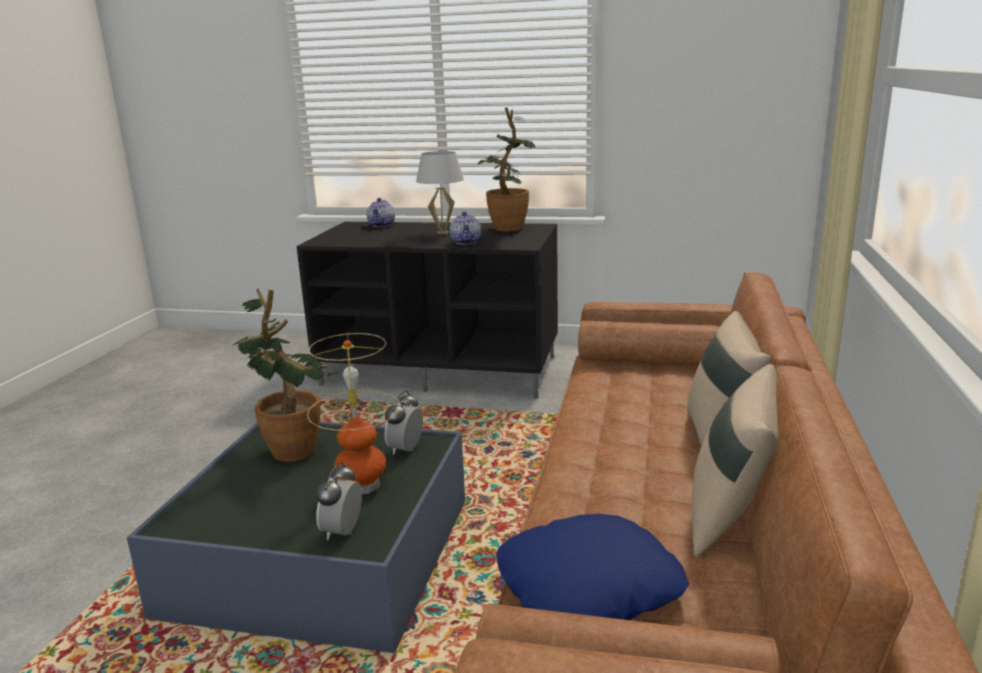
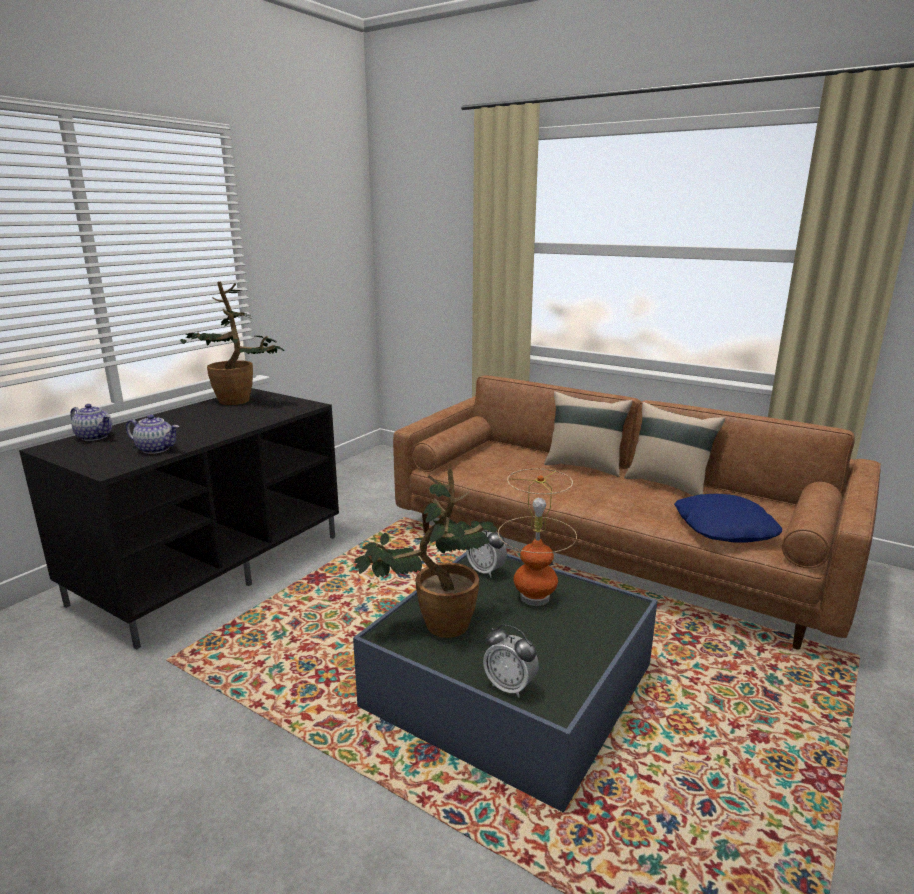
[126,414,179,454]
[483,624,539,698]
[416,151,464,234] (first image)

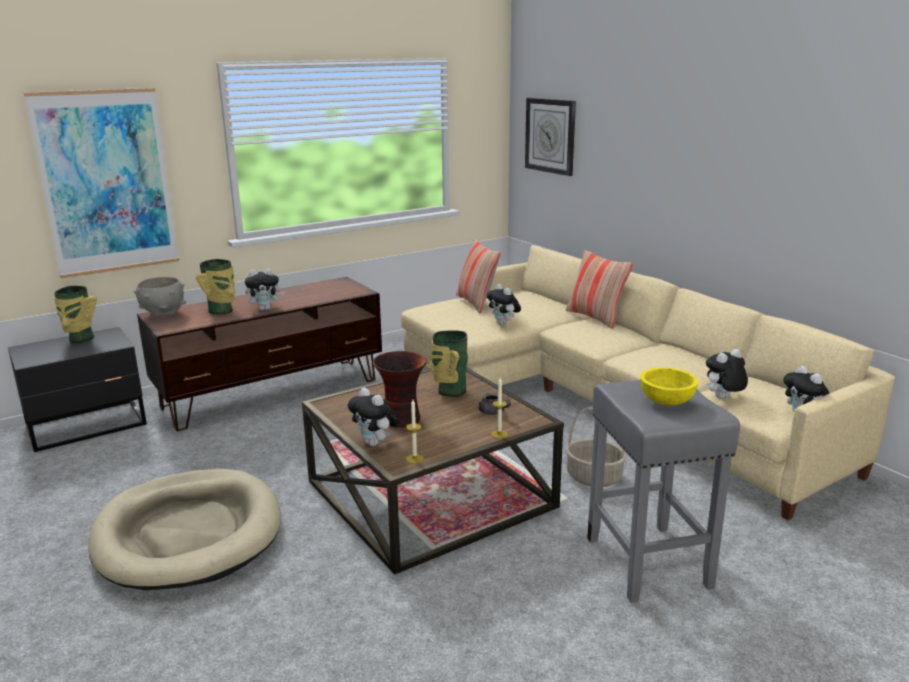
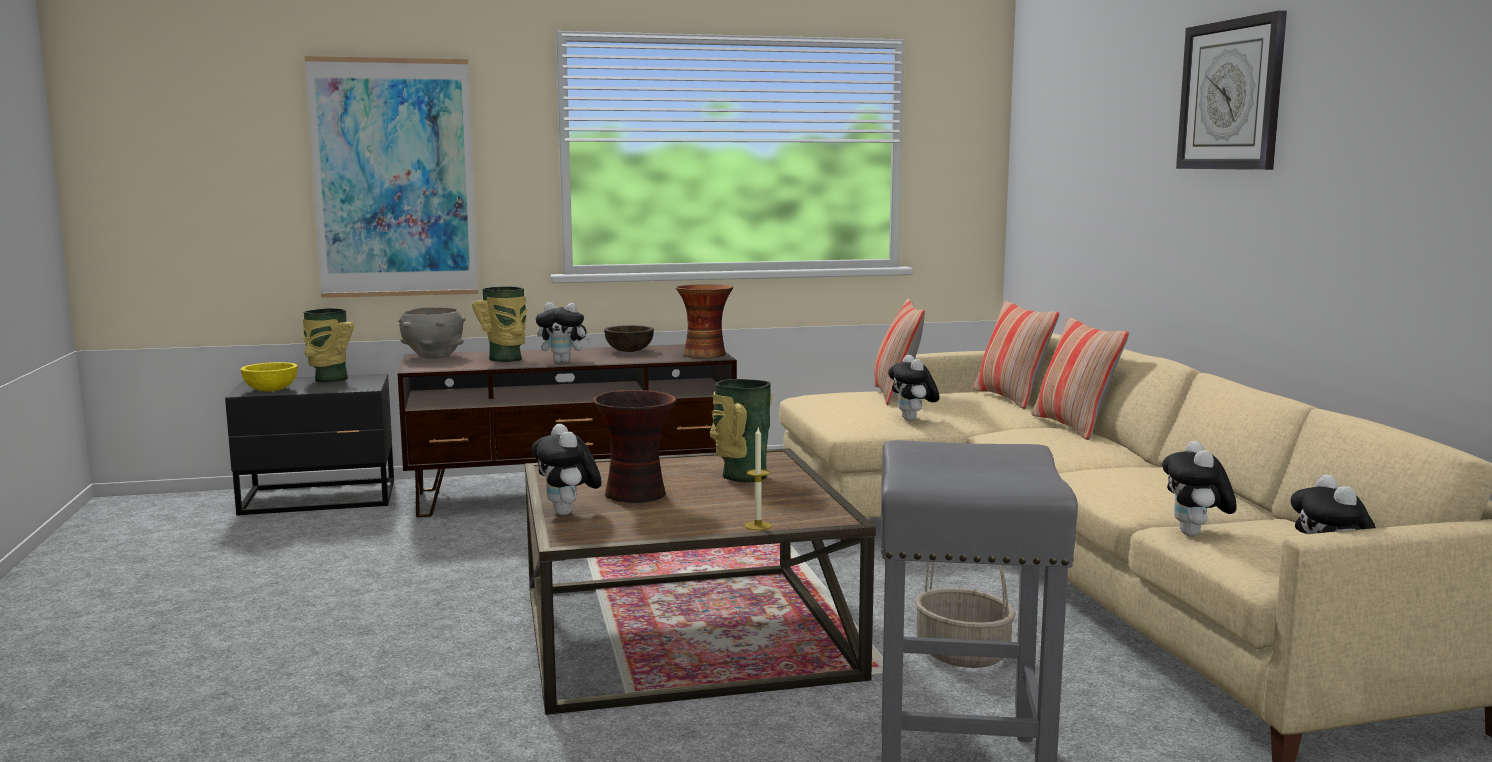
[241,362,297,392]
[604,325,654,352]
[676,284,733,358]
[973,301,1060,409]
[1162,441,1237,536]
[1176,11,1287,170]
[88,469,281,590] (first image)
[406,400,424,464] (first image)
[479,393,511,415] (first image)

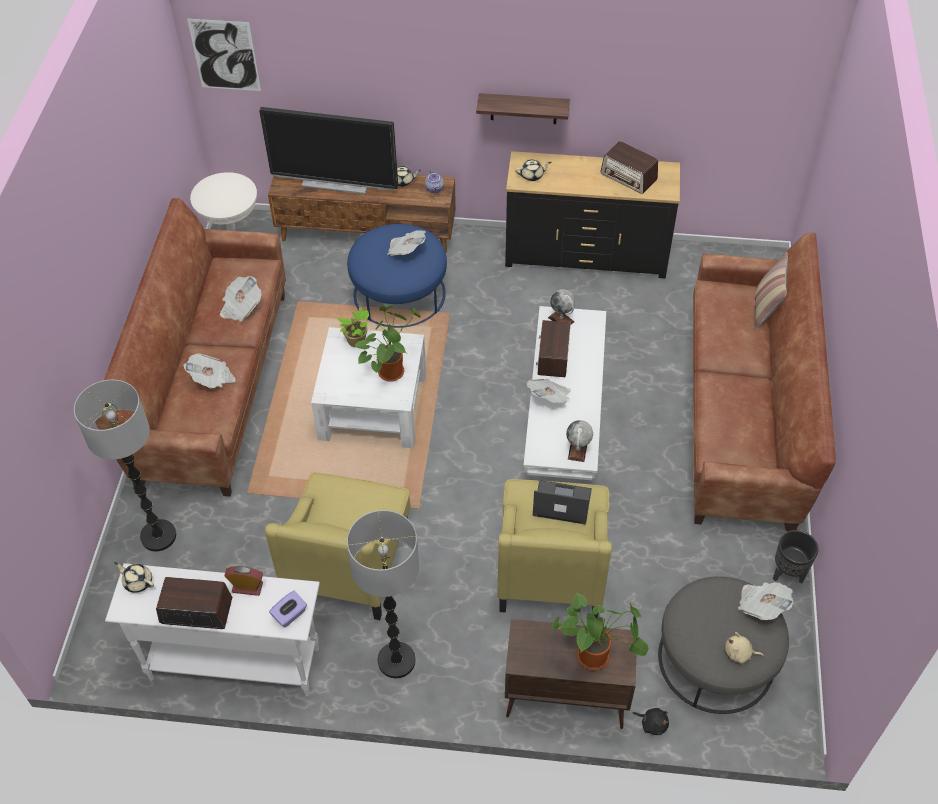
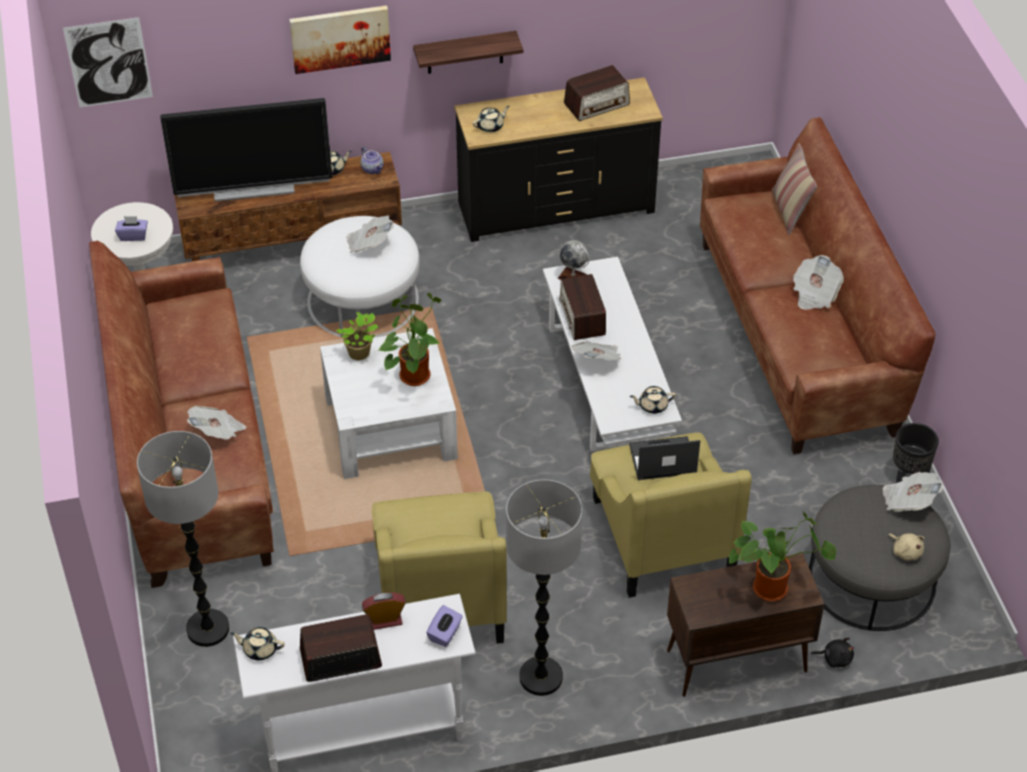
[115,216,148,241]
[289,5,391,74]
[300,216,420,338]
[564,65,630,121]
[630,386,676,414]
[793,255,844,310]
[888,533,924,561]

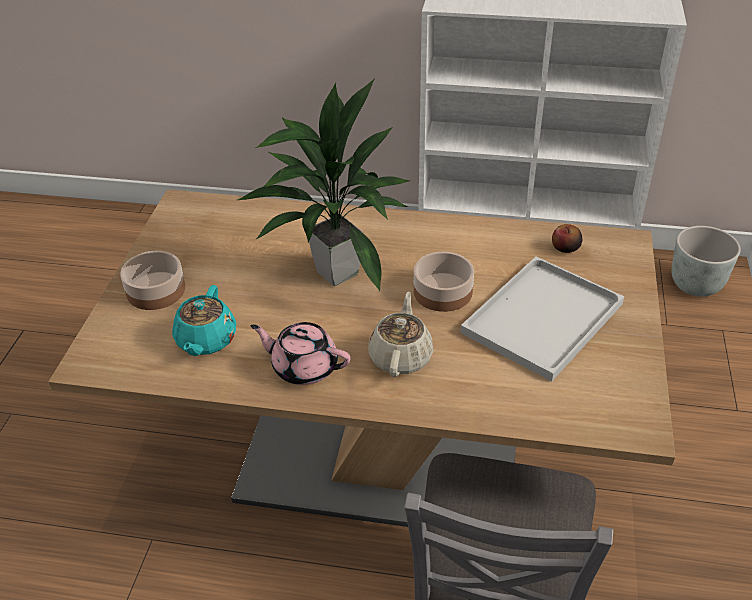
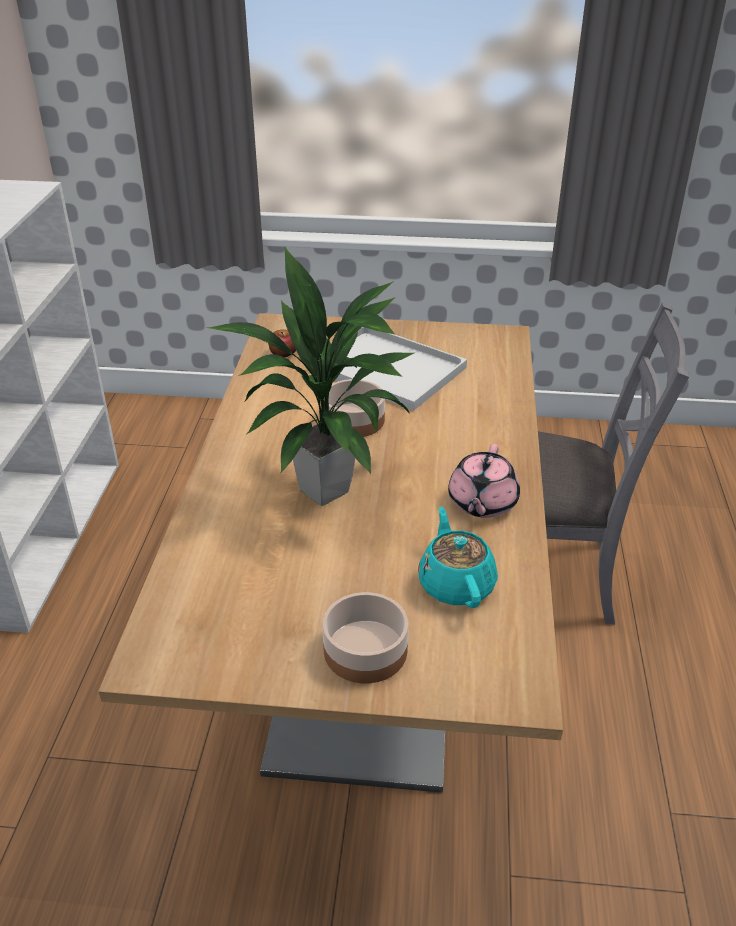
[418,506,498,608]
[368,292,433,377] (first image)
[671,226,741,297] (first image)

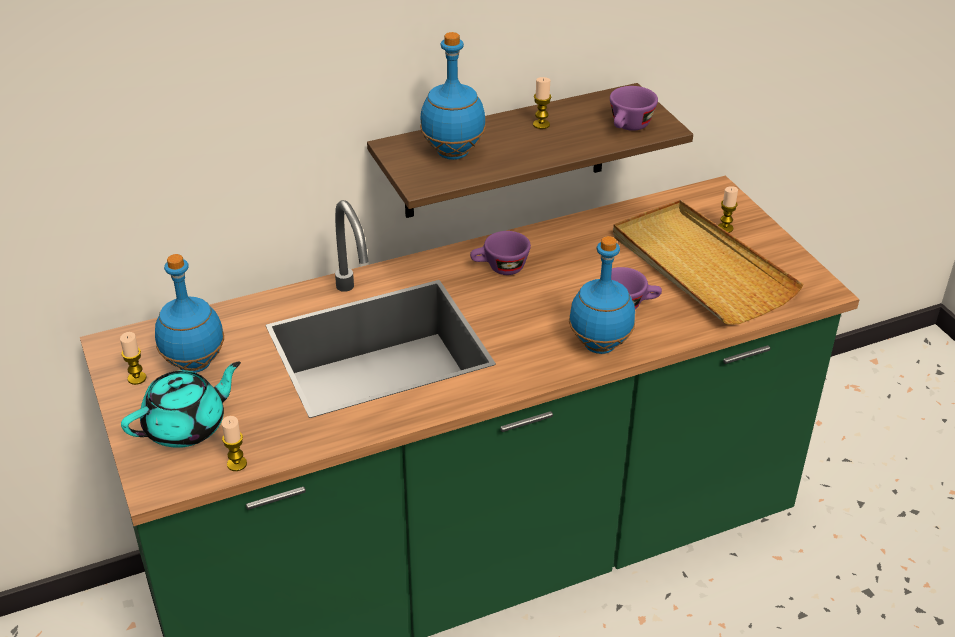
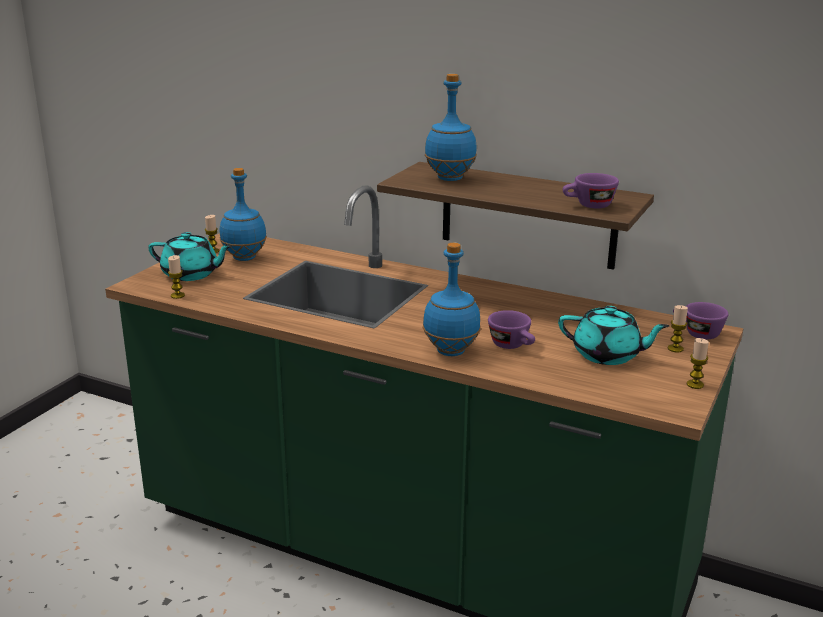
[558,306,669,365]
[673,302,728,339]
[687,338,709,389]

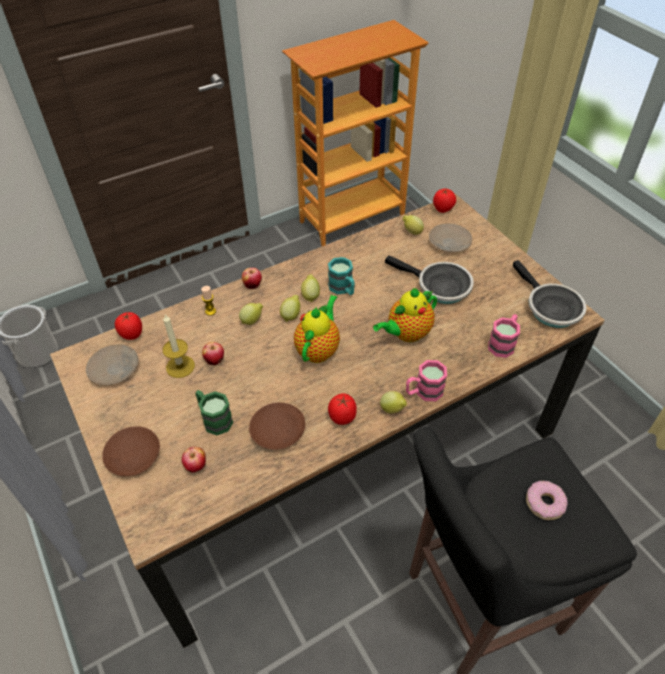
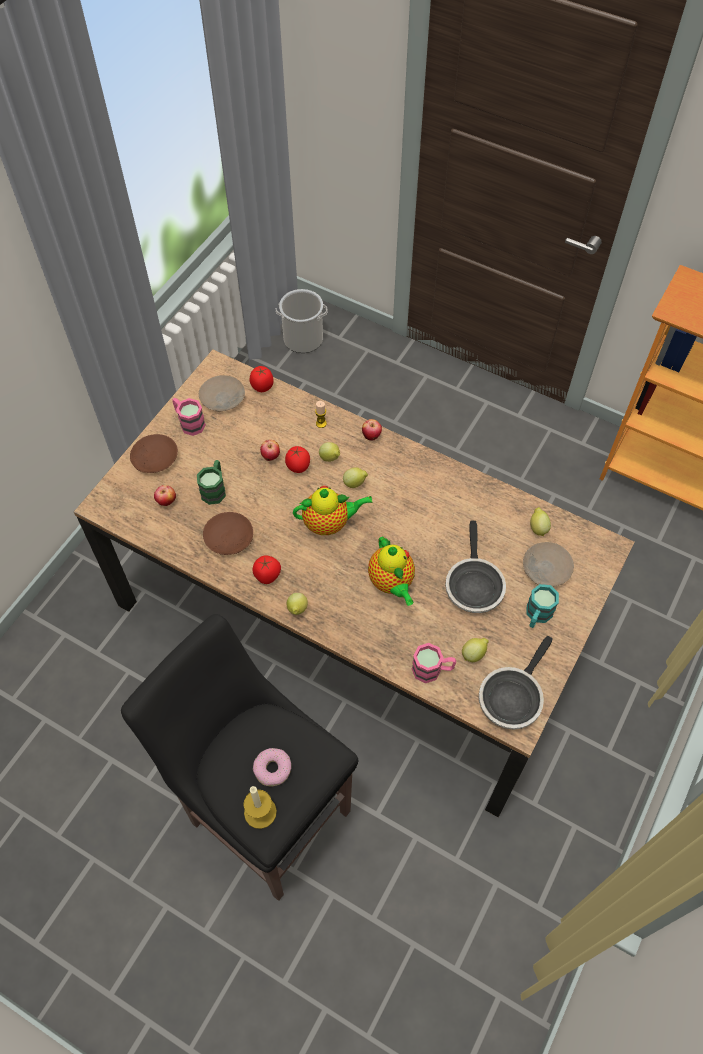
[172,398,206,436]
[243,786,277,829]
[285,446,310,473]
[368,536,415,606]
[462,638,489,662]
[527,584,559,628]

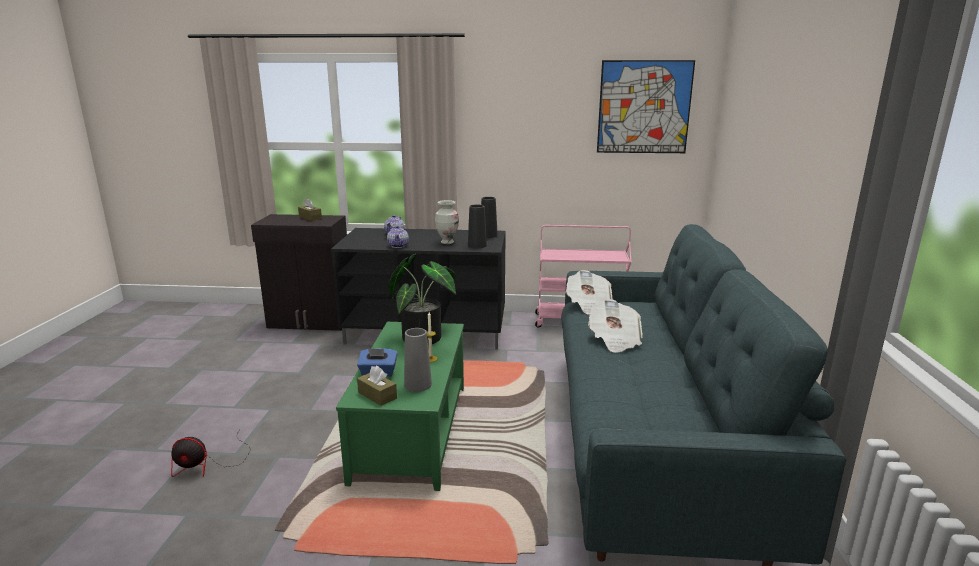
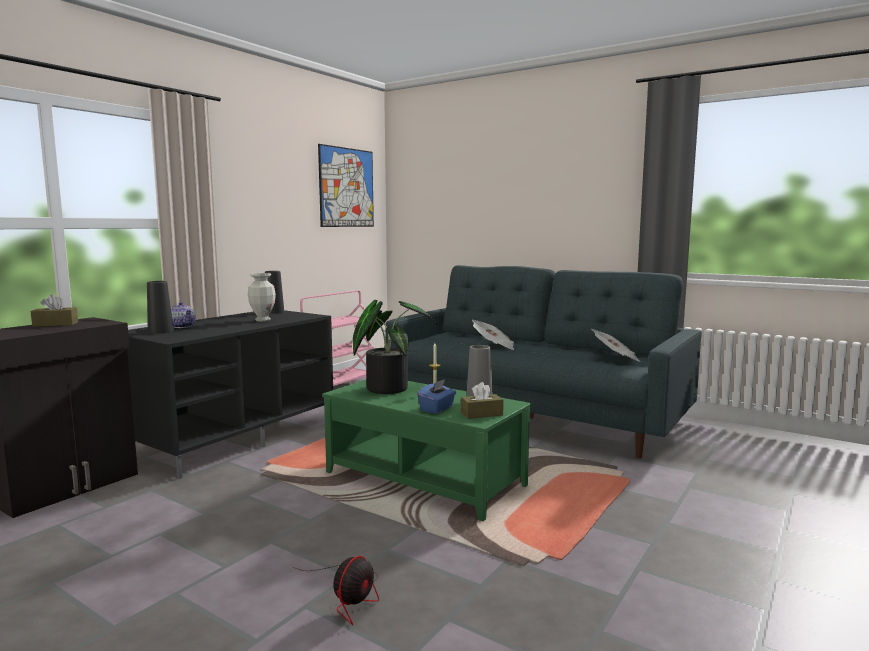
[147,281,174,334]
[591,329,640,362]
[387,225,409,248] (first image)

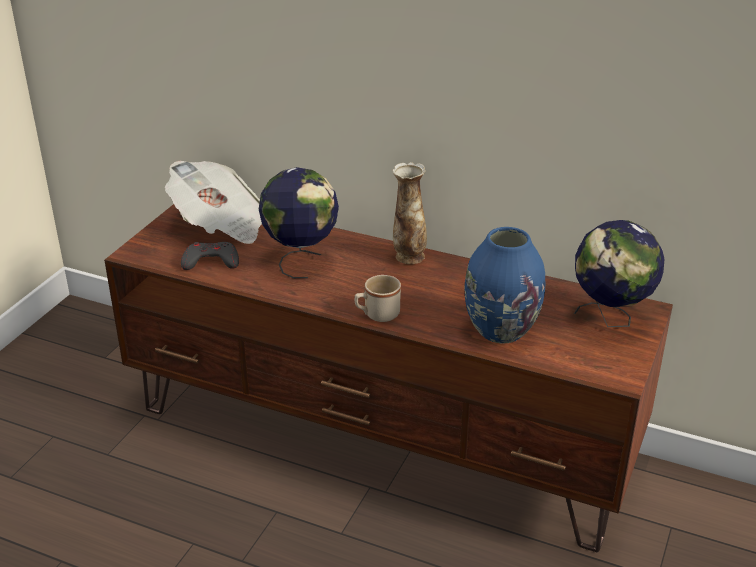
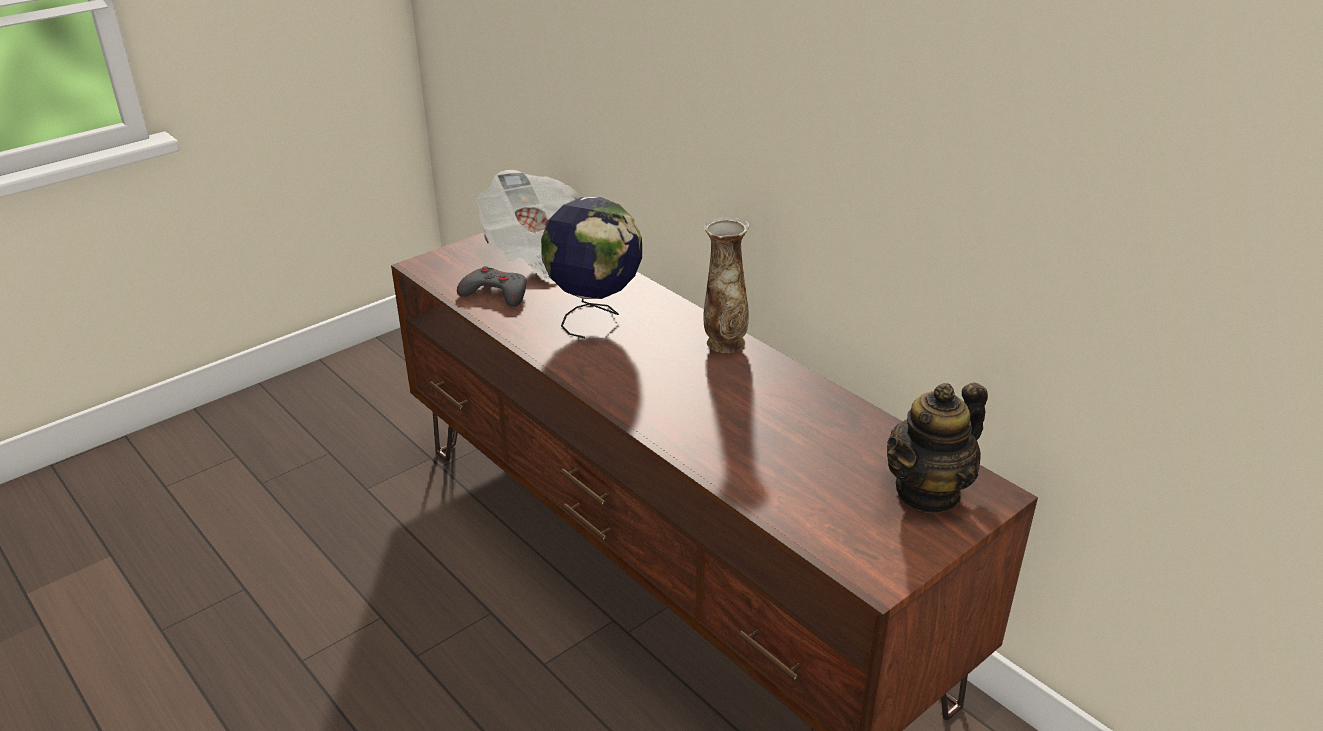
[887,383,988,514]
[355,275,401,322] (first image)
[465,227,545,344] (first image)

